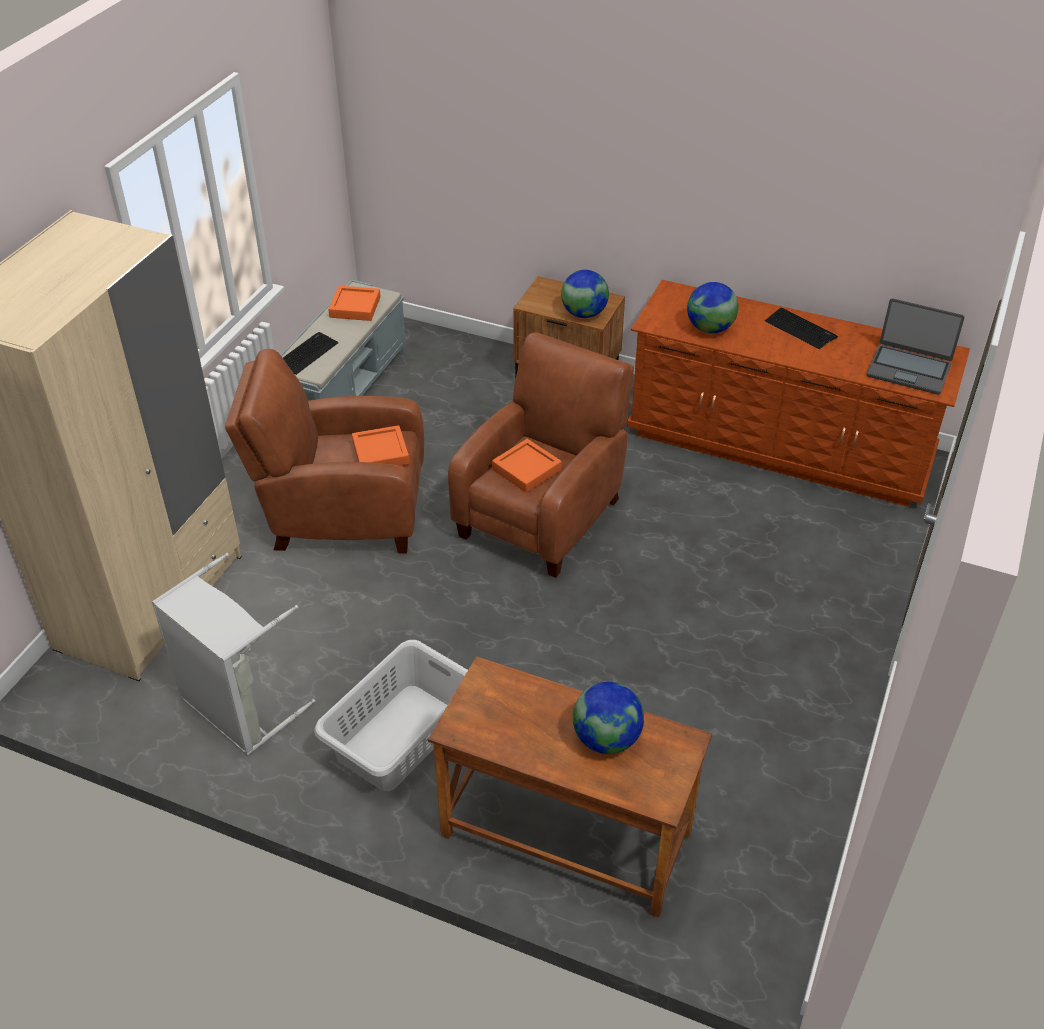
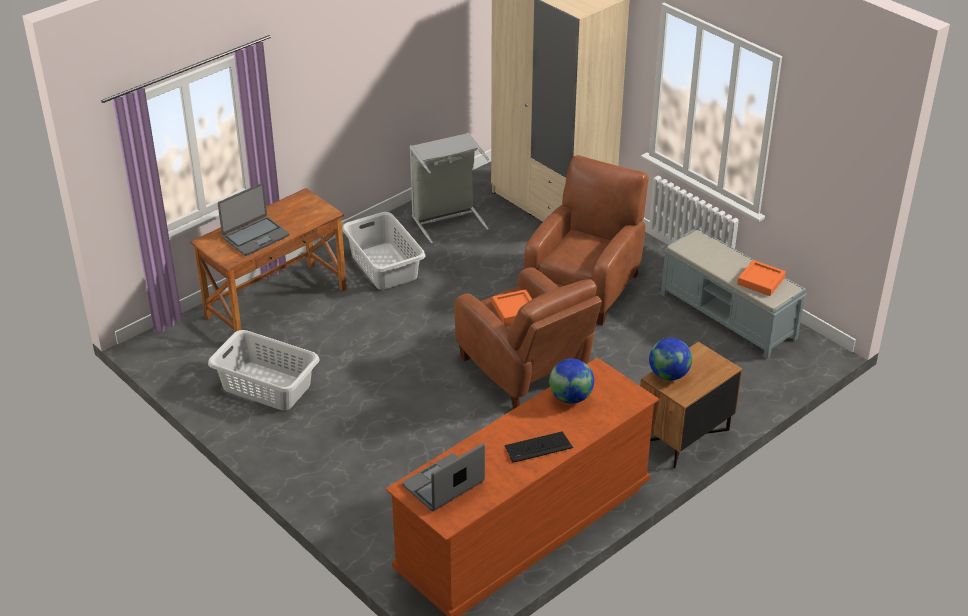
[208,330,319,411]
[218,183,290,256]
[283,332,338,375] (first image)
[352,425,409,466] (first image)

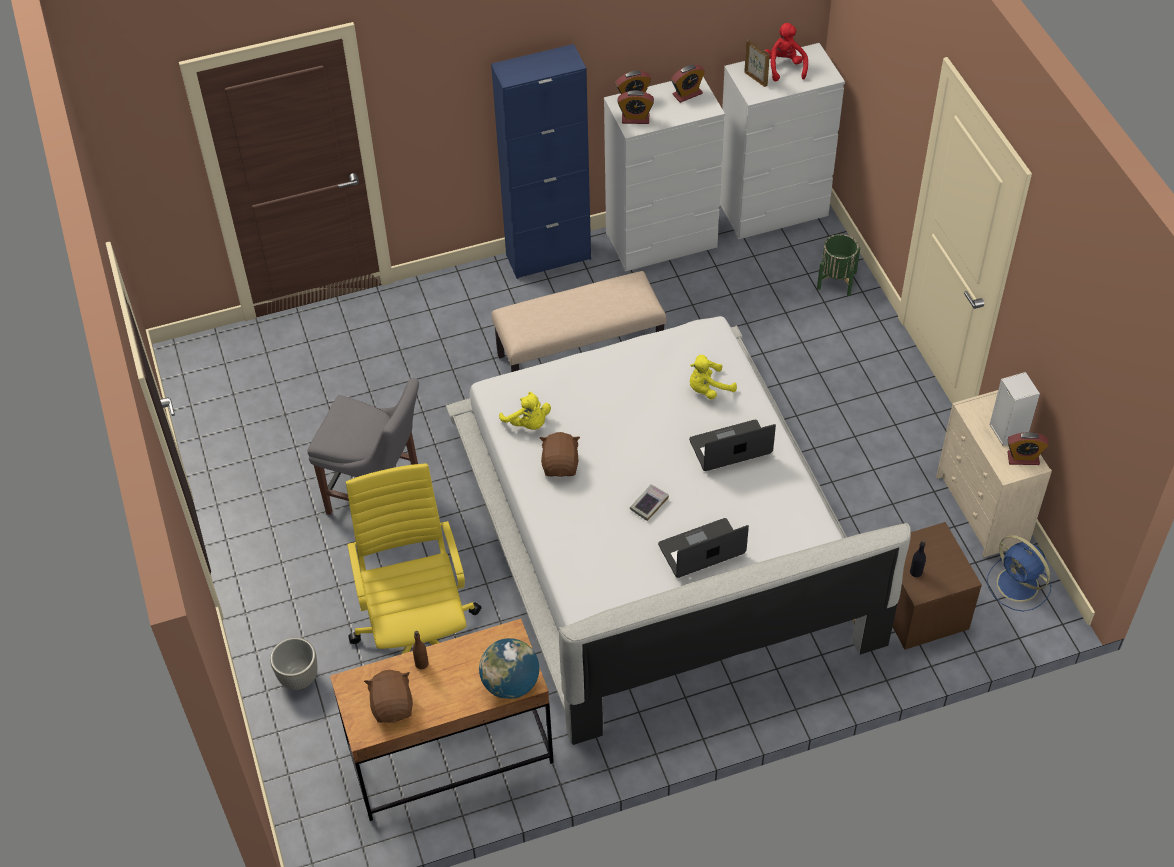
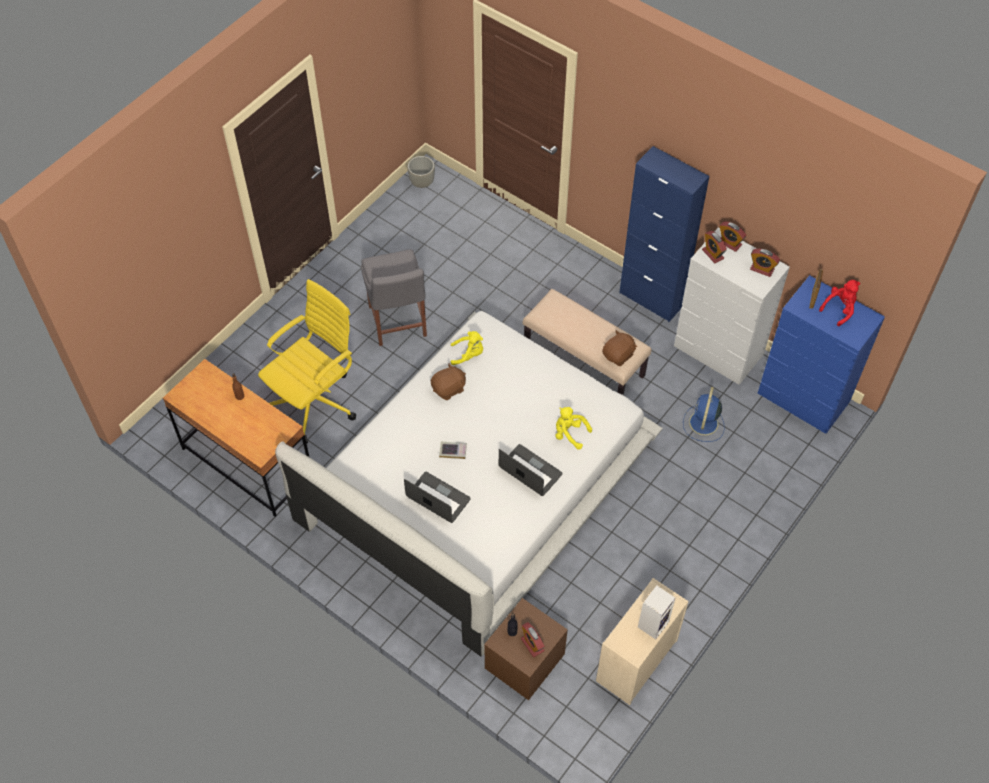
[407,156,435,188]
[451,331,483,365]
[521,622,545,657]
[602,330,637,366]
[683,387,724,442]
[758,275,885,434]
[479,638,539,699] (first image)
[817,234,860,296] (first image)

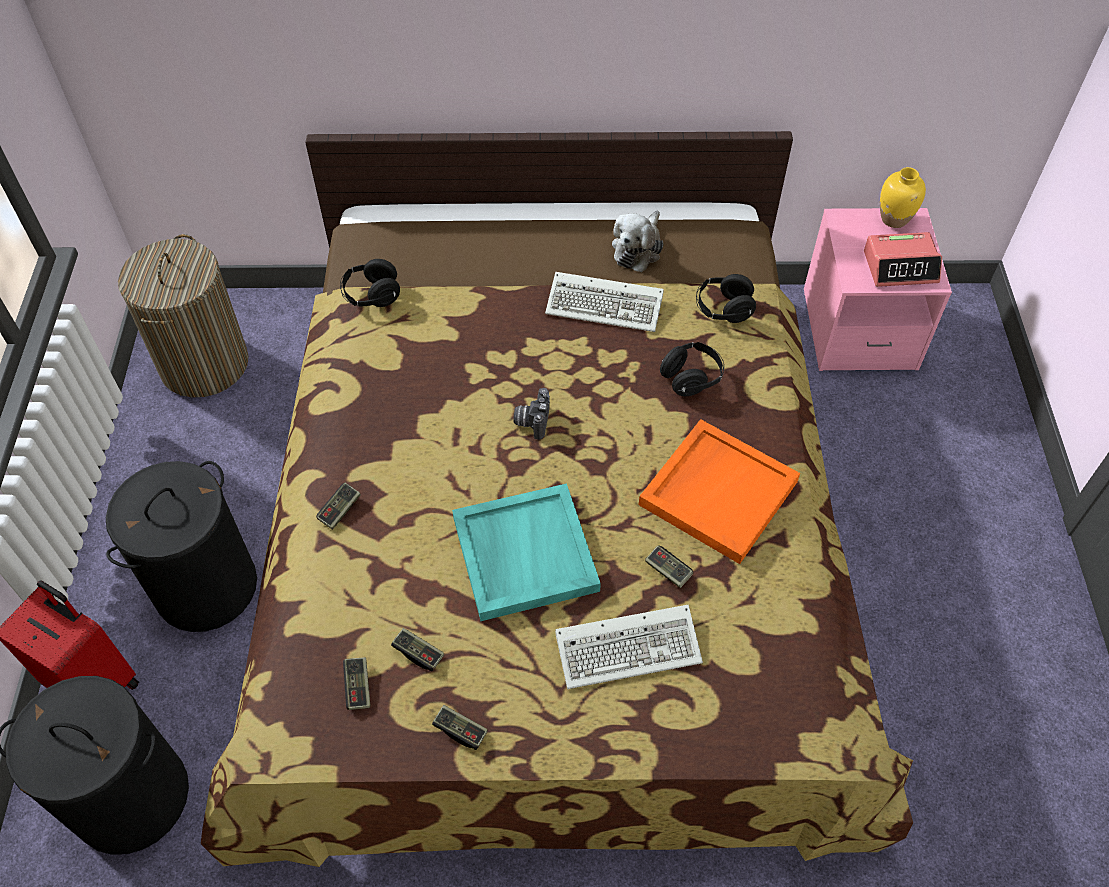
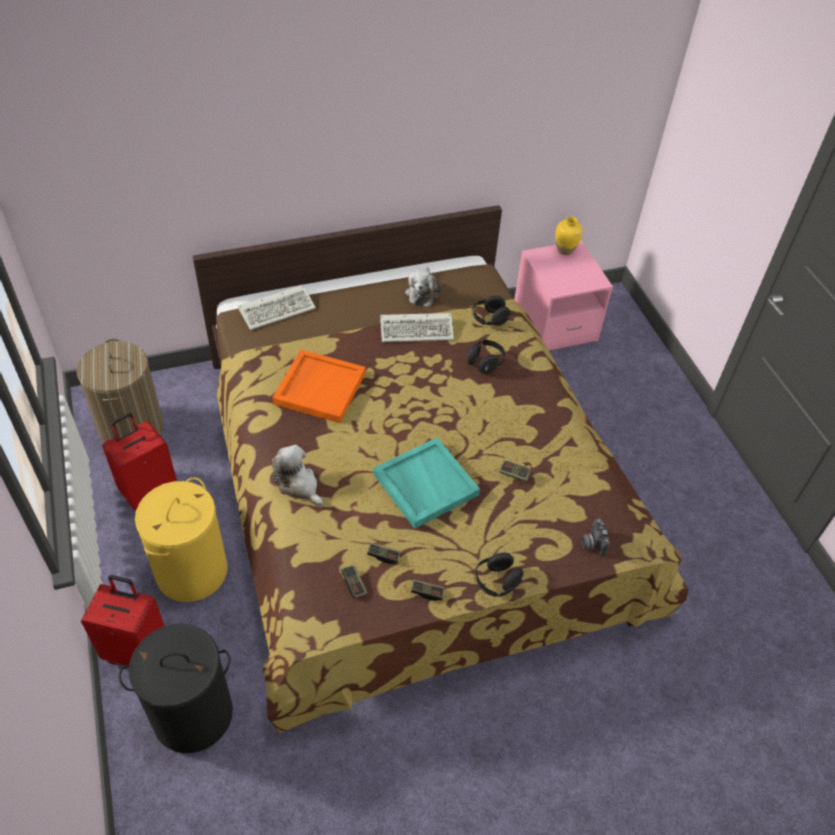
[102,413,177,510]
[135,477,228,602]
[238,285,316,330]
[272,350,365,423]
[272,445,323,507]
[474,553,524,597]
[581,518,610,556]
[864,232,942,287] (first image)

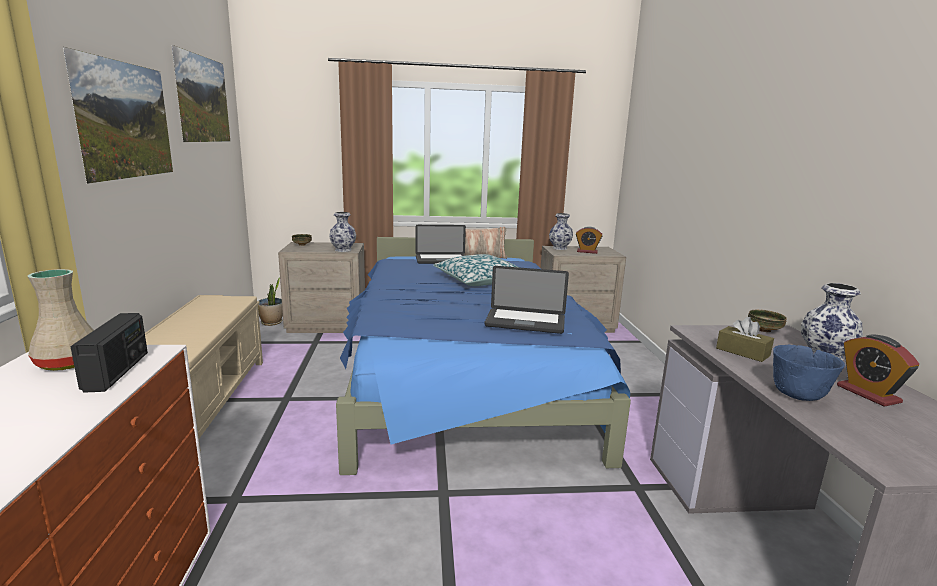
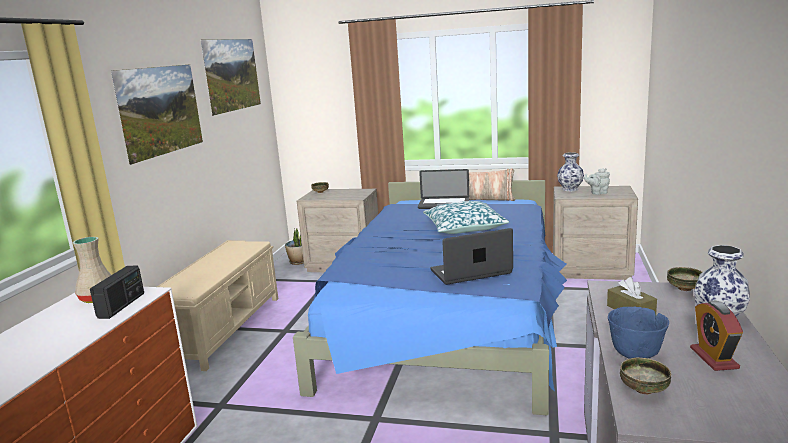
[431,228,513,285]
[584,168,610,195]
[620,358,671,394]
[329,212,356,252] (first image)

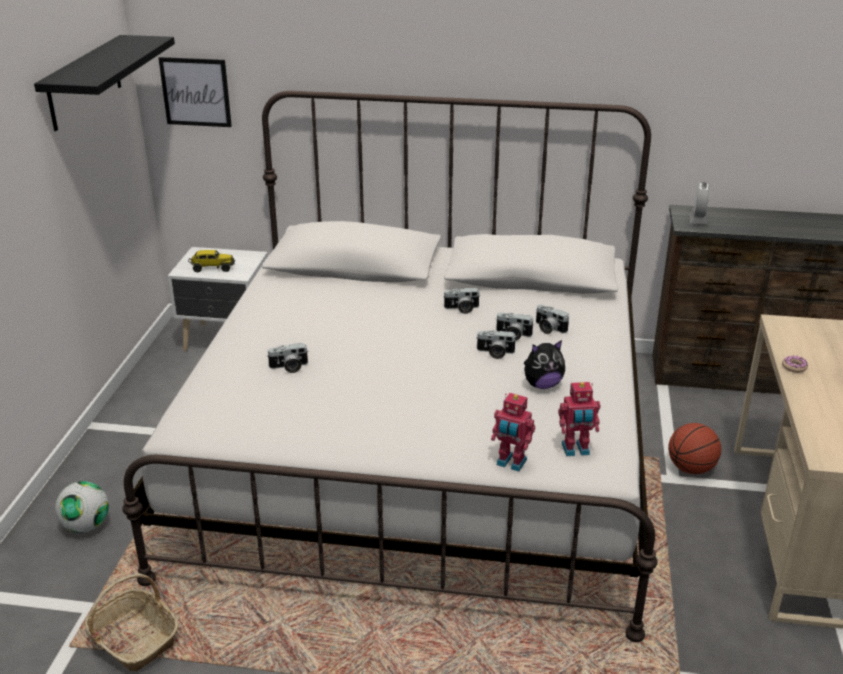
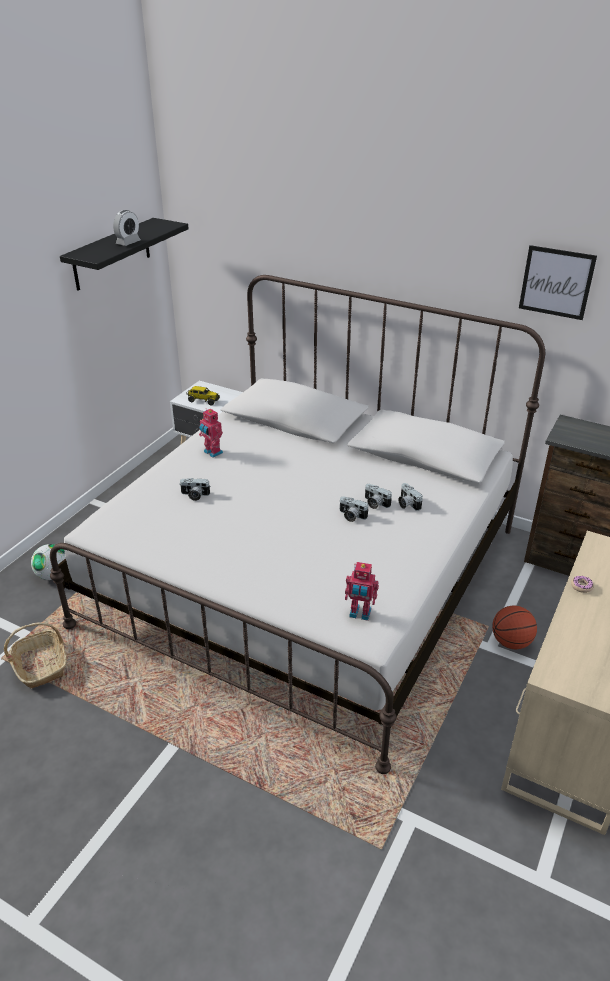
[113,210,141,246]
[199,408,223,458]
[519,245,597,320]
[443,288,481,314] (first image)
[524,340,565,389] (first image)

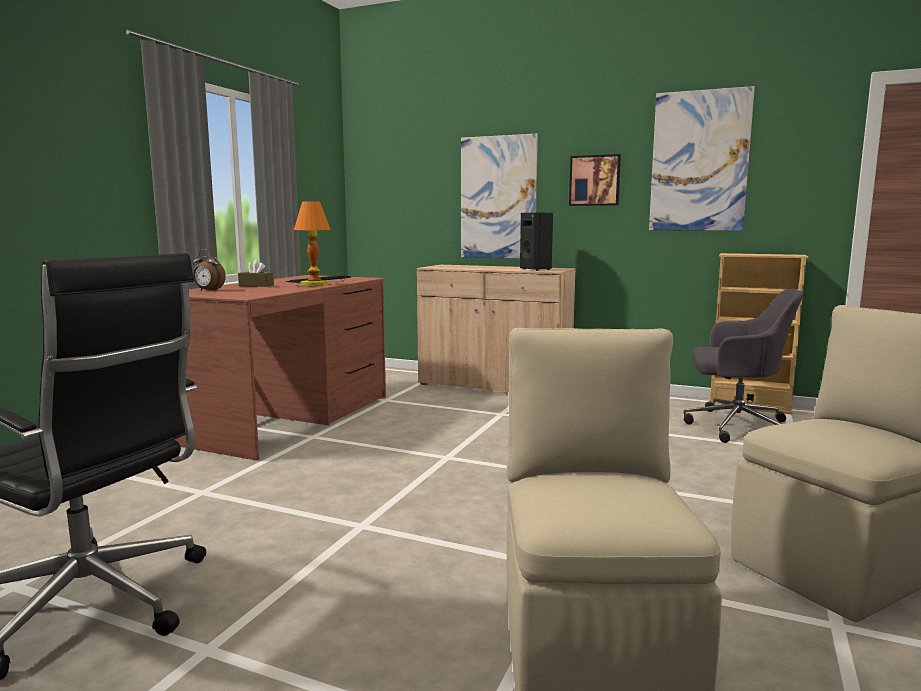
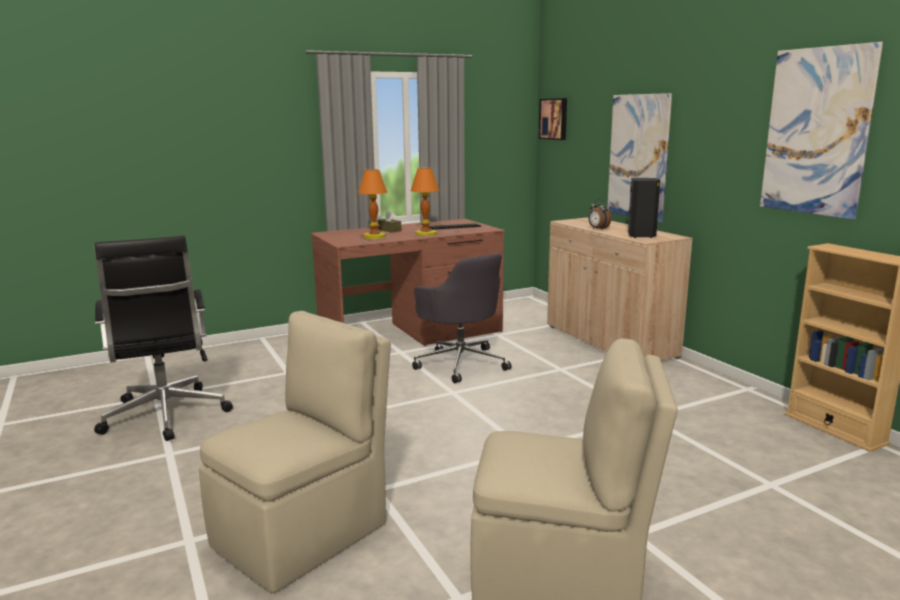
[358,169,391,243]
[412,253,512,383]
[539,98,567,140]
[588,199,611,229]

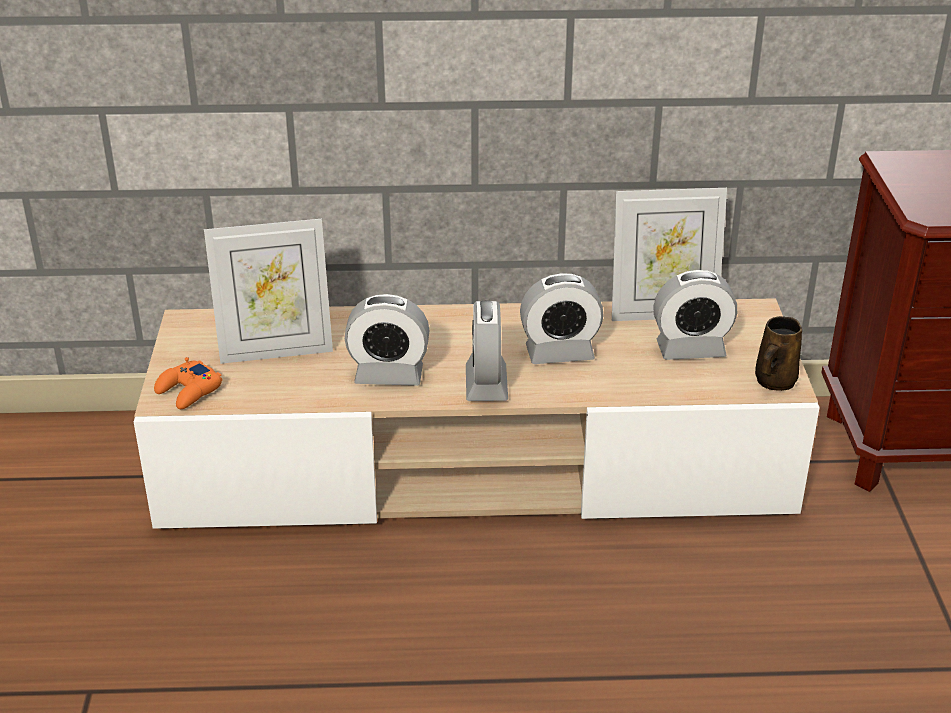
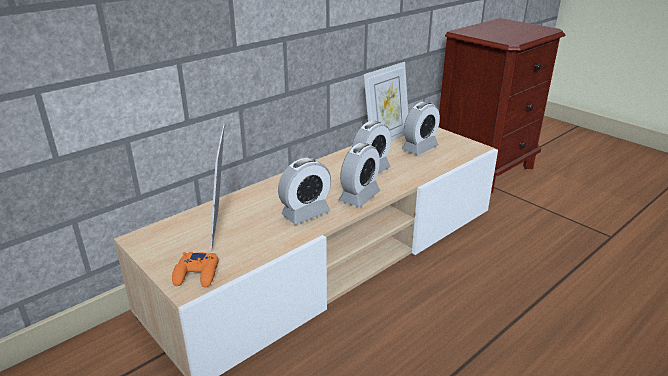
[210,123,225,253]
[339,143,380,207]
[755,316,802,391] (first image)

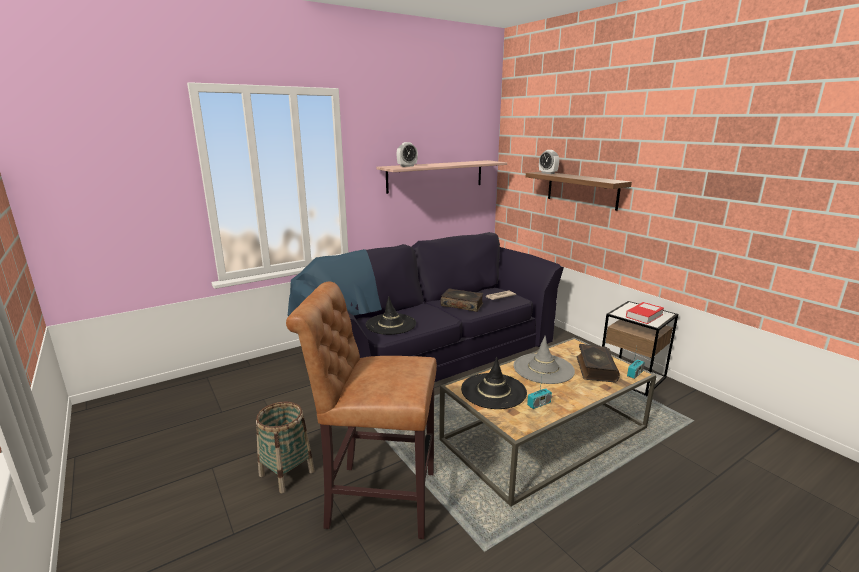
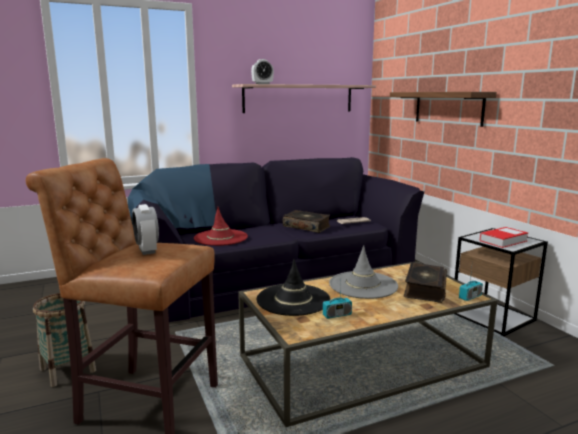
[132,204,159,255]
[194,207,248,246]

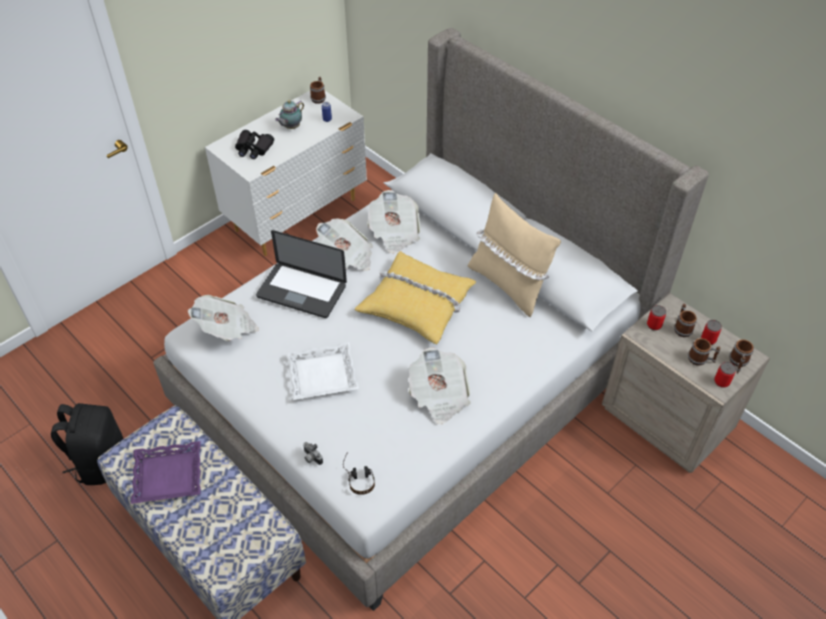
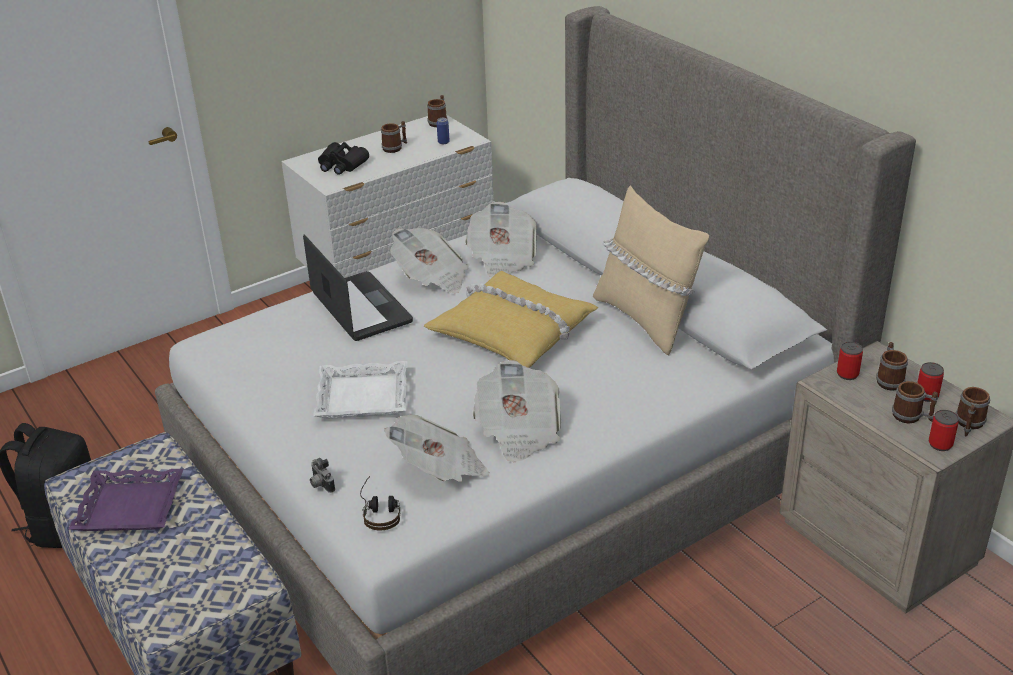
[303,234,413,341]
[381,121,407,153]
[384,415,490,482]

